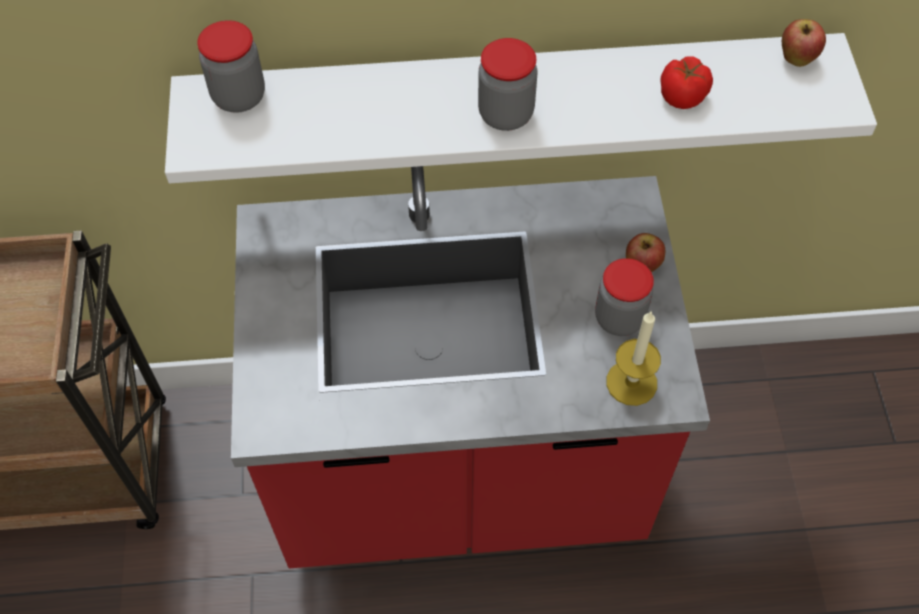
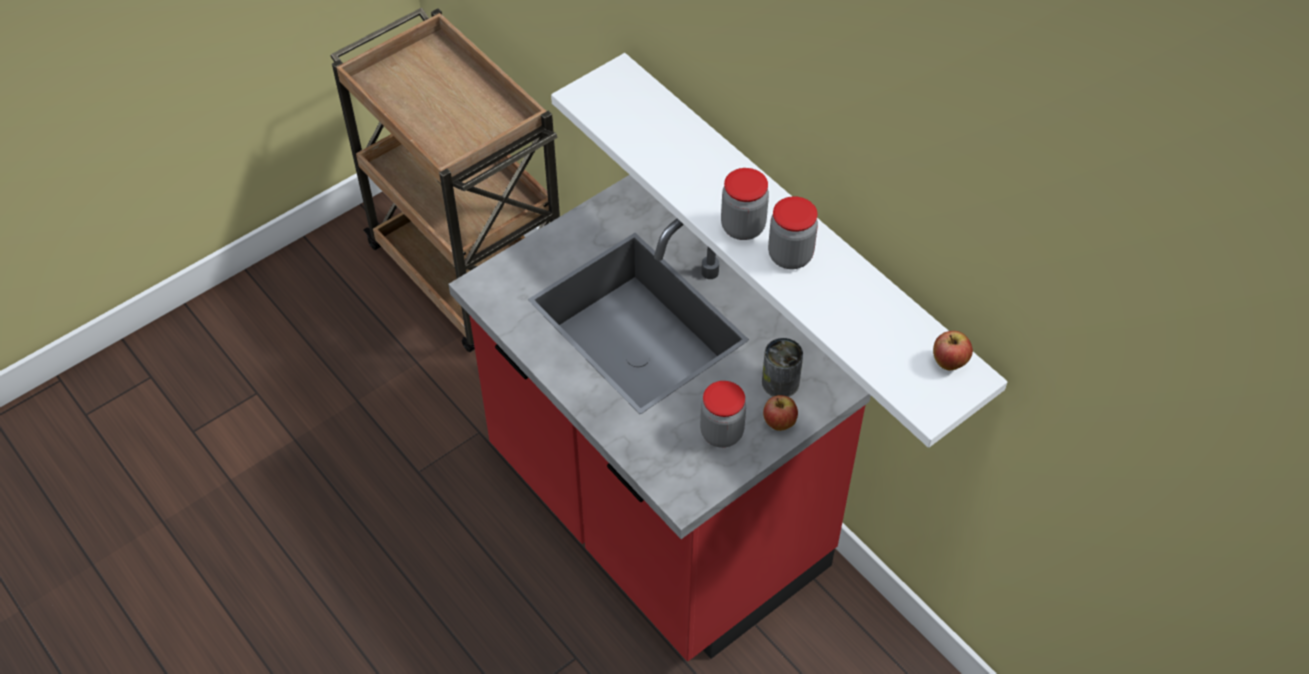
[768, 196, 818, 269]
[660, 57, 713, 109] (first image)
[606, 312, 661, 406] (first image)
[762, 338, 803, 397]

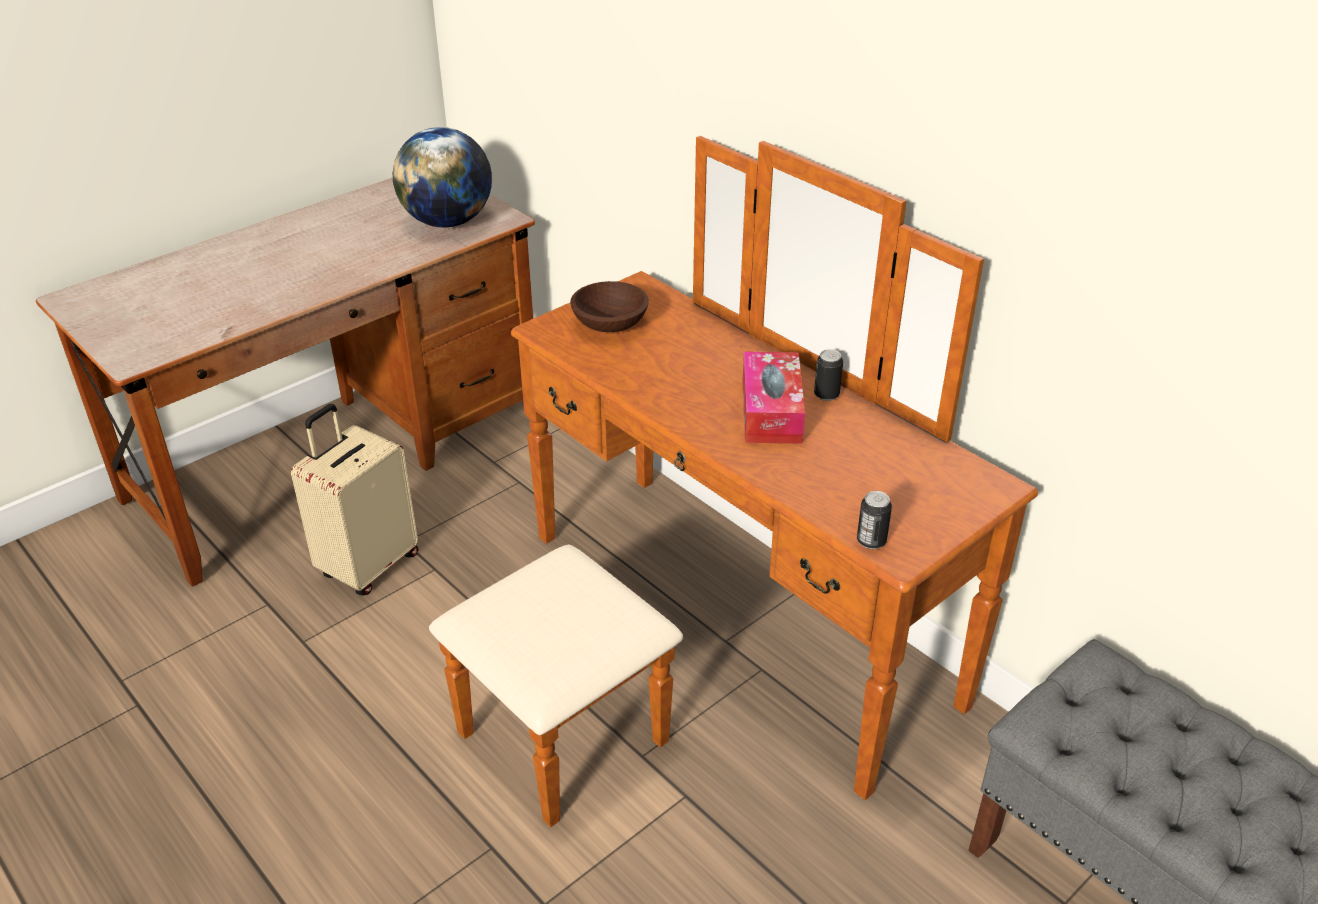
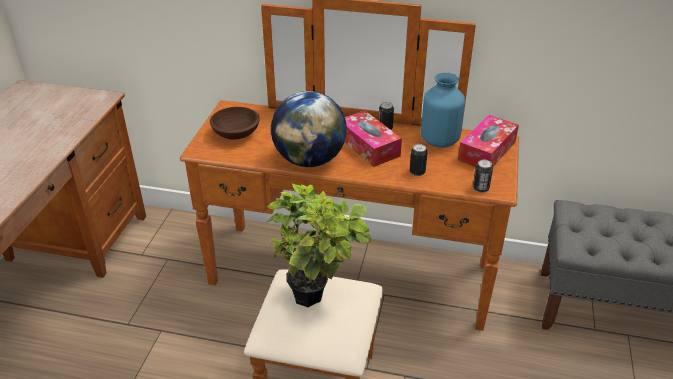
[271, 91, 347, 167]
[291, 404, 418, 596] (first image)
[421, 72, 465, 148]
[458, 115, 519, 167]
[410, 144, 428, 176]
[265, 184, 371, 307]

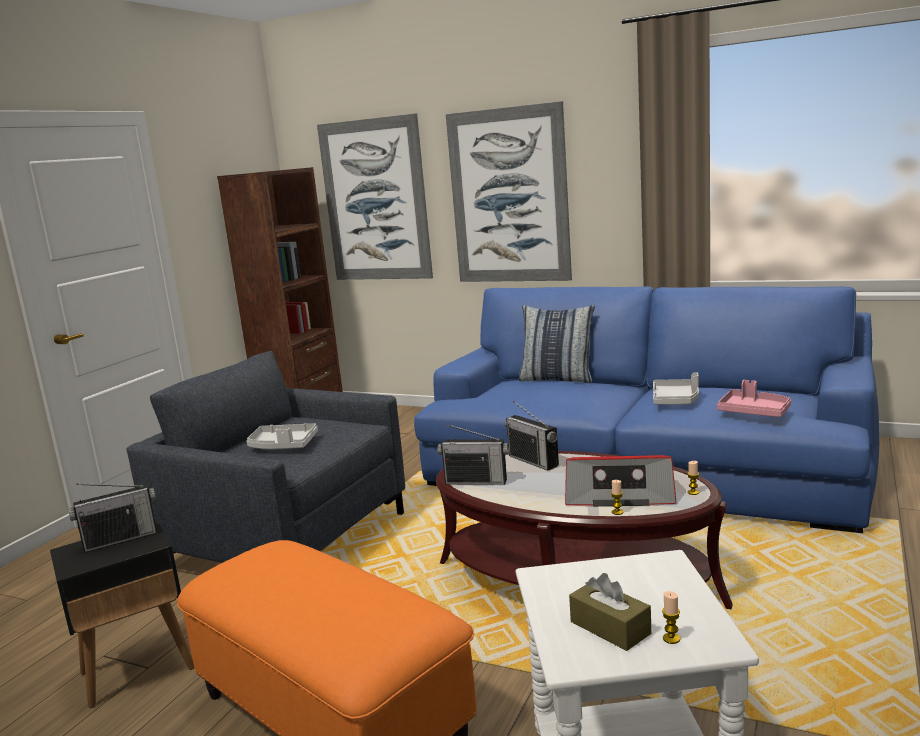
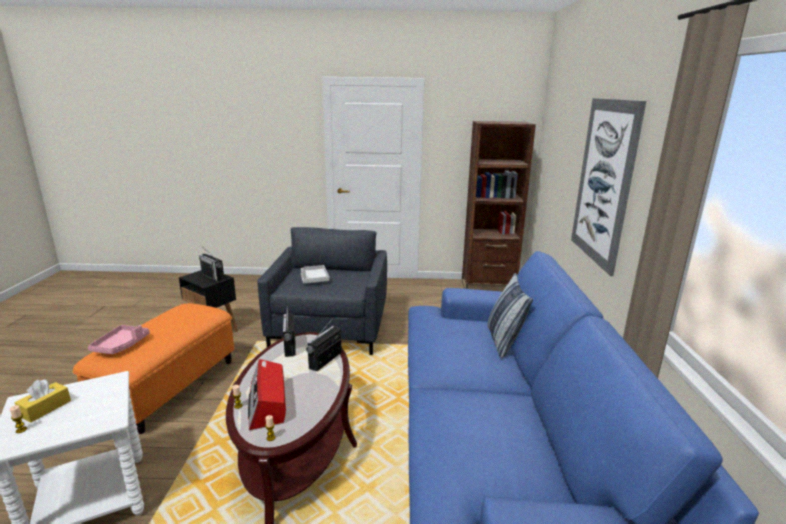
[317, 113, 433, 280] (first image)
[653, 372, 699, 405] (first image)
[88, 325, 150, 354]
[15, 379, 71, 423]

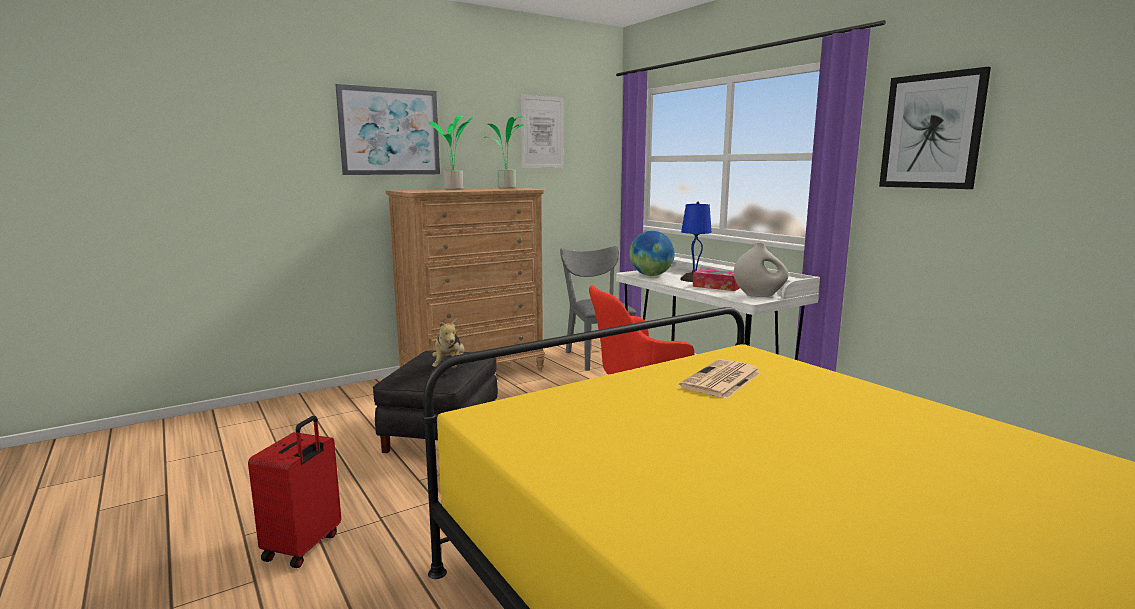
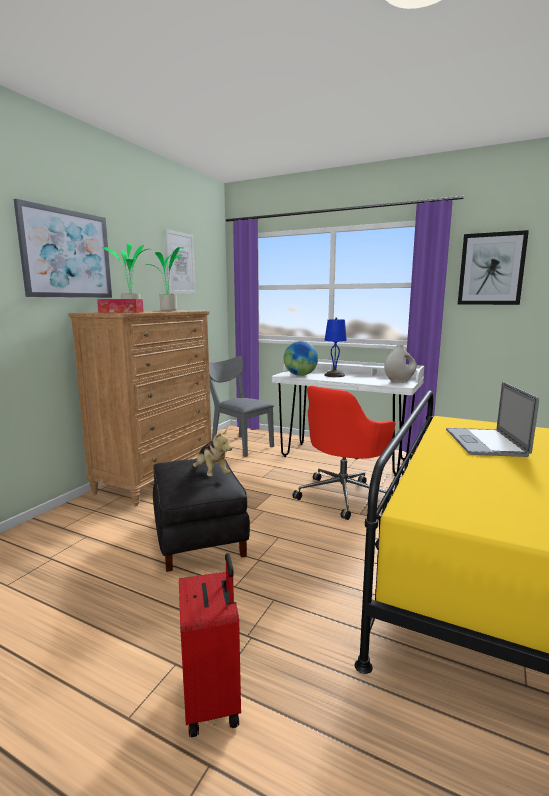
[97, 299, 144, 313]
[446, 382, 539, 457]

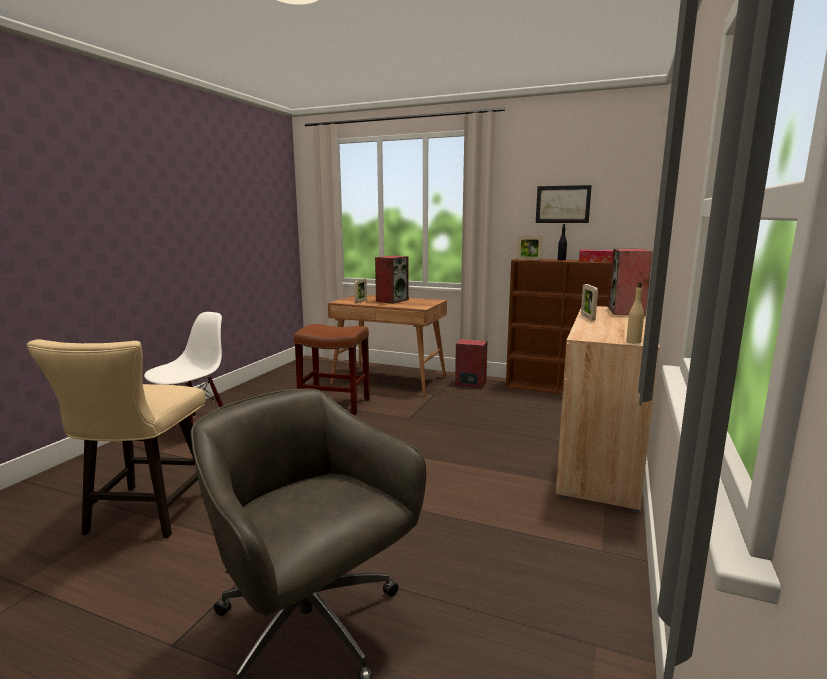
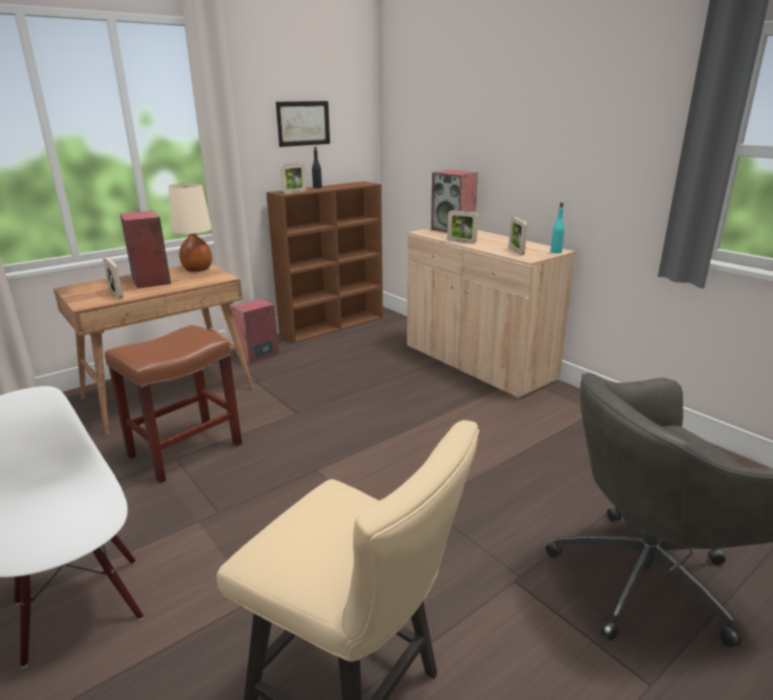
[579, 250, 613, 262] (first image)
[550, 202, 565, 254]
[168, 183, 212, 272]
[509, 217, 527, 255]

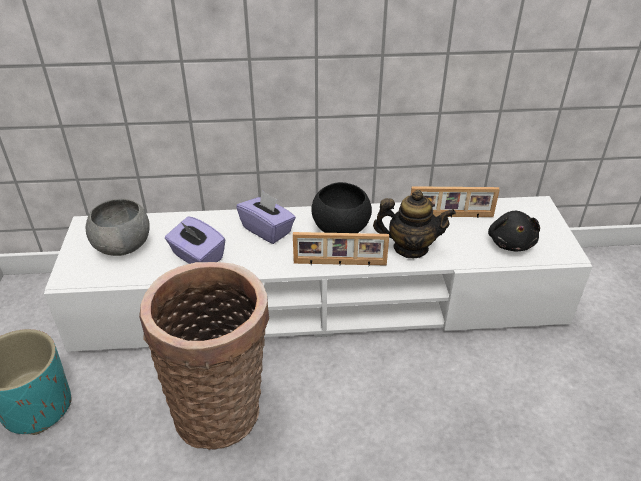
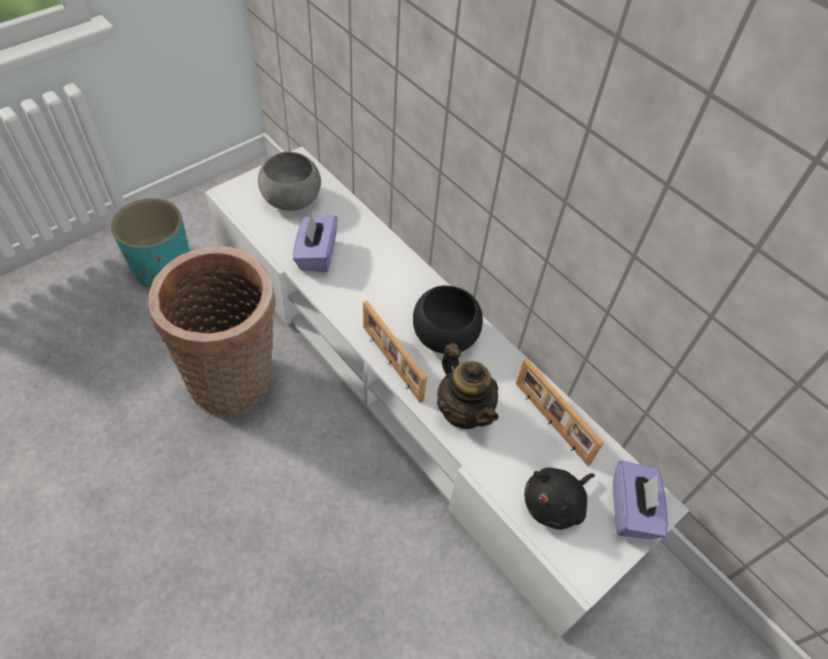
[613, 460, 668, 539]

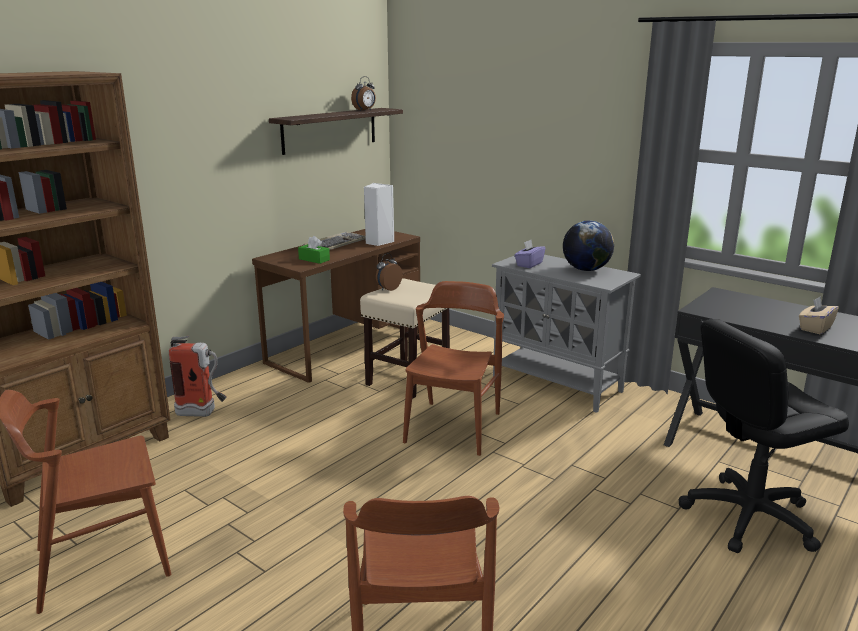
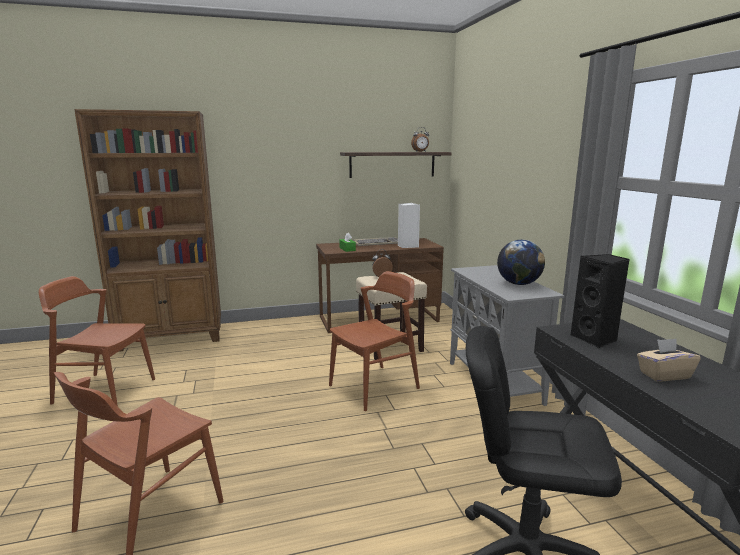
[514, 240, 546, 268] (first image)
[169, 336, 227, 417] (first image)
[570, 254, 630, 348]

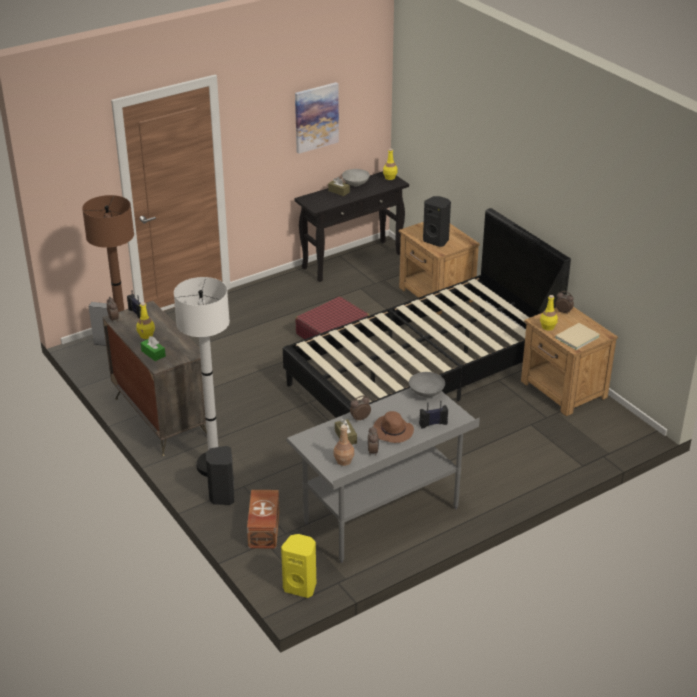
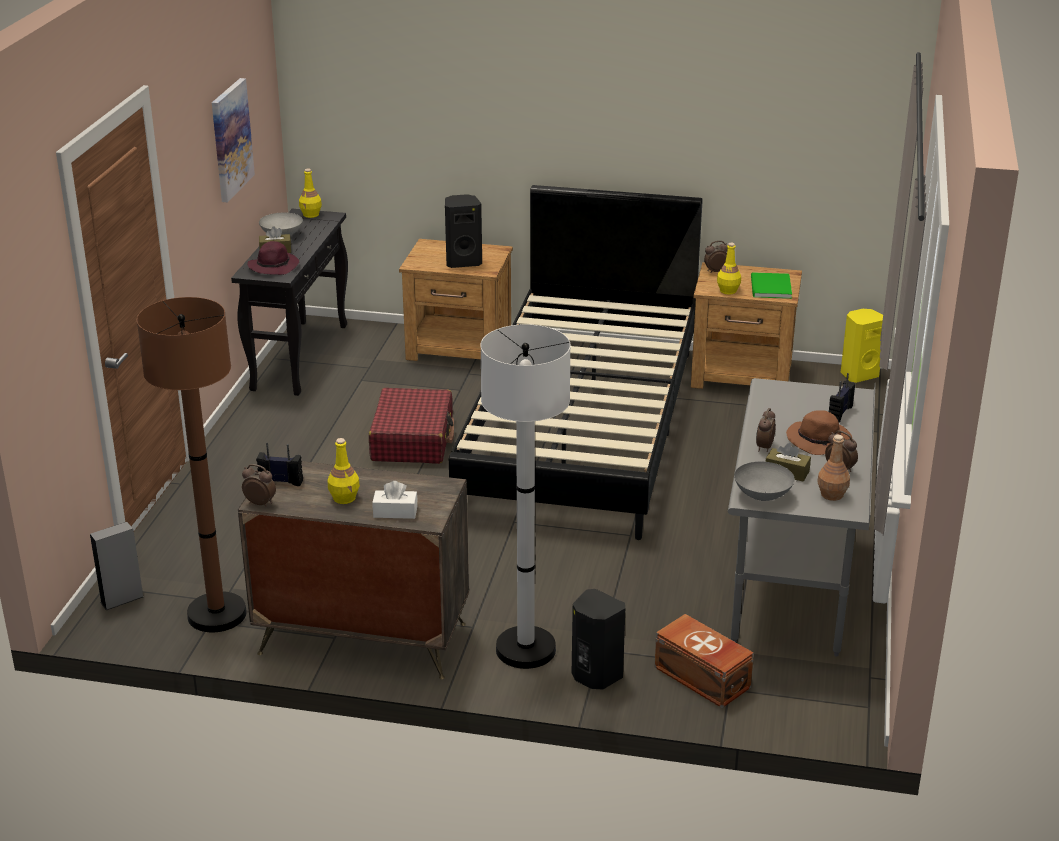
[751, 272, 792, 299]
[372, 481, 418, 519]
[734, 462, 795, 501]
[841, 309, 883, 383]
[247, 241, 299, 275]

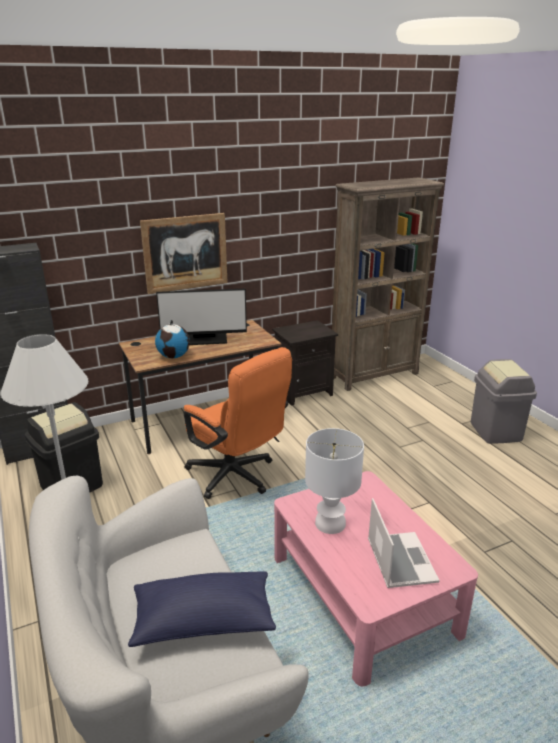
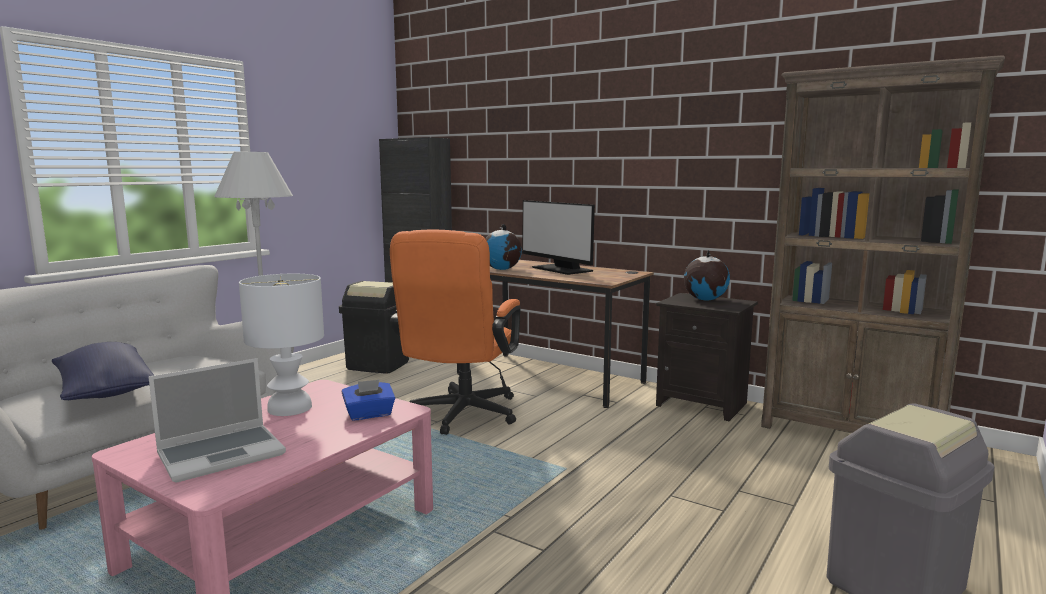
[140, 213, 228, 294] (first image)
[684, 250, 730, 301]
[342, 380, 395, 421]

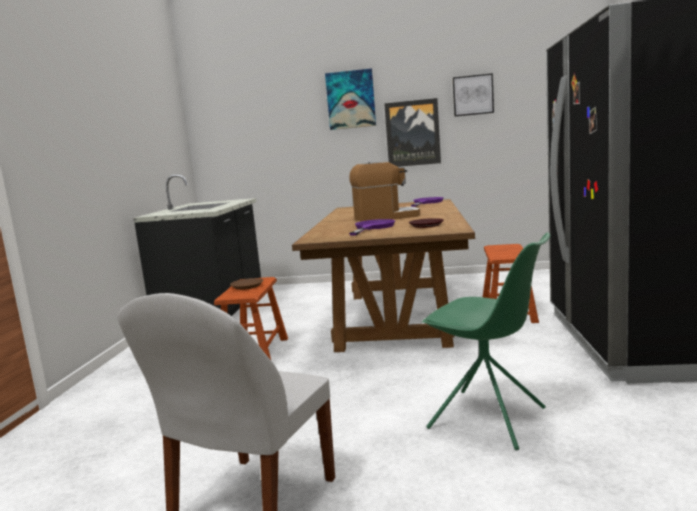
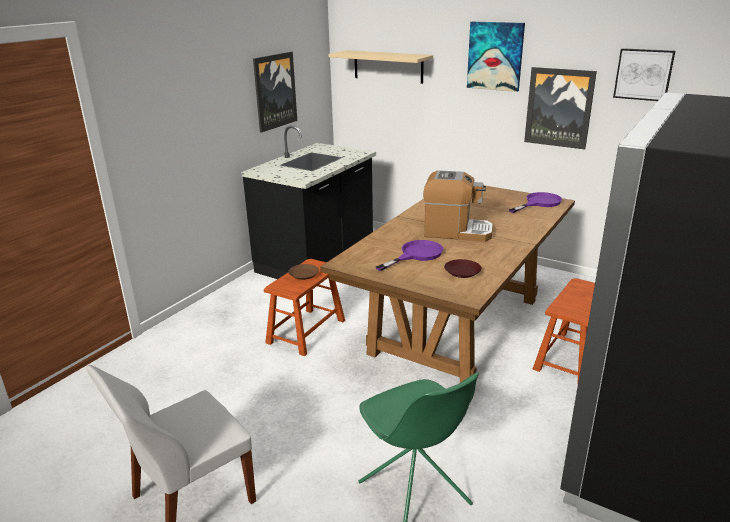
[329, 50, 433, 84]
[253, 52, 297, 132]

